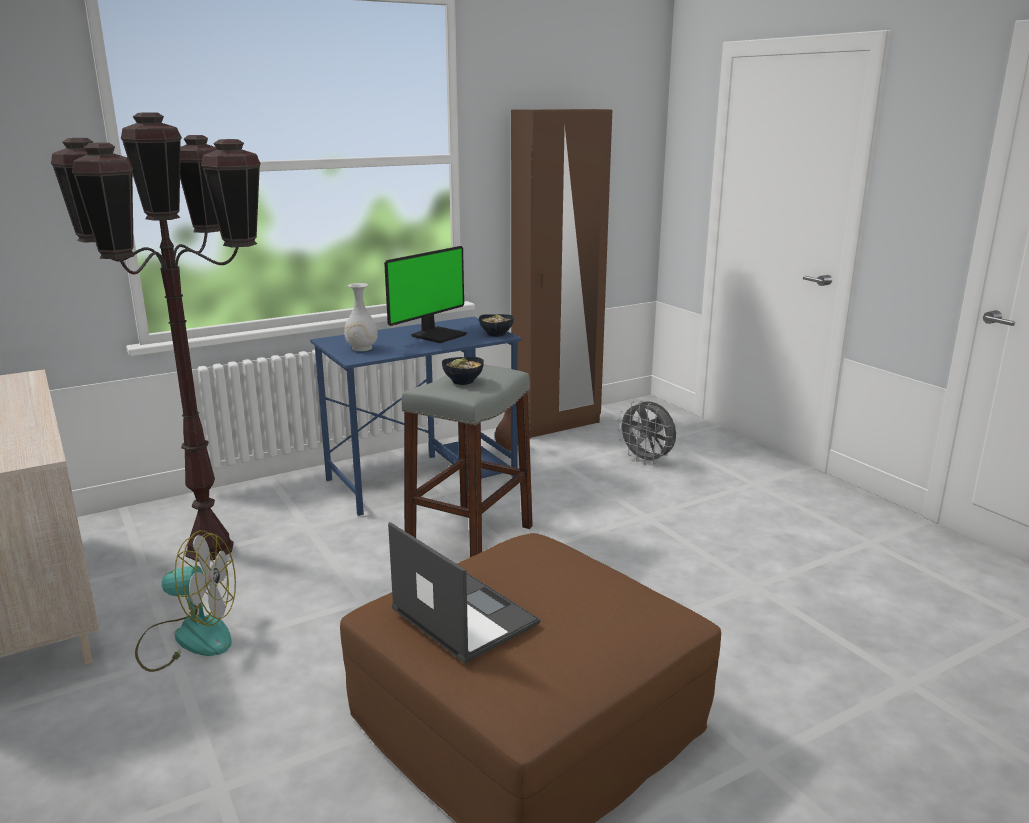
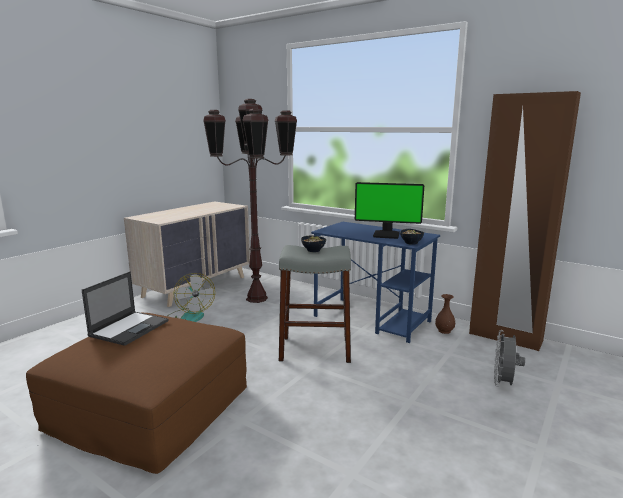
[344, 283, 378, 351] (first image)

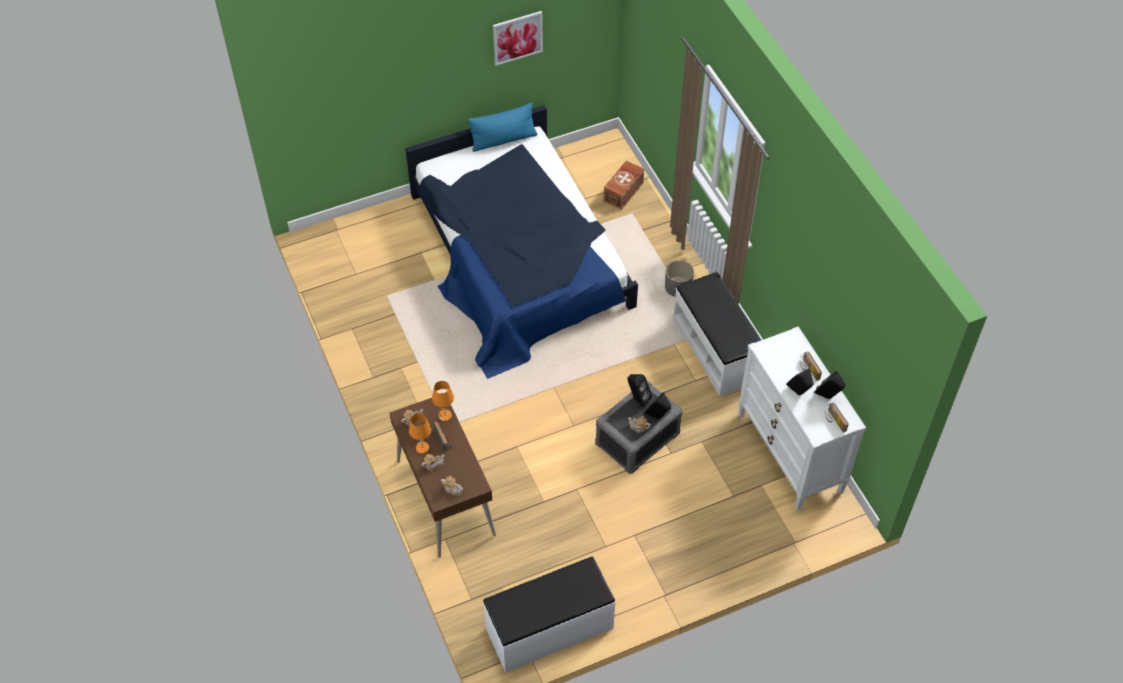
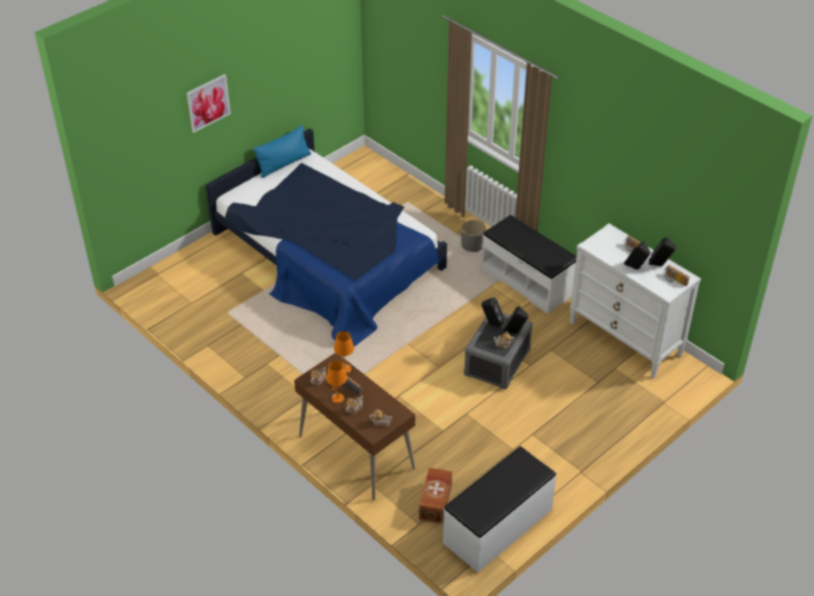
[186, 74, 231, 133]
[419, 468, 452, 524]

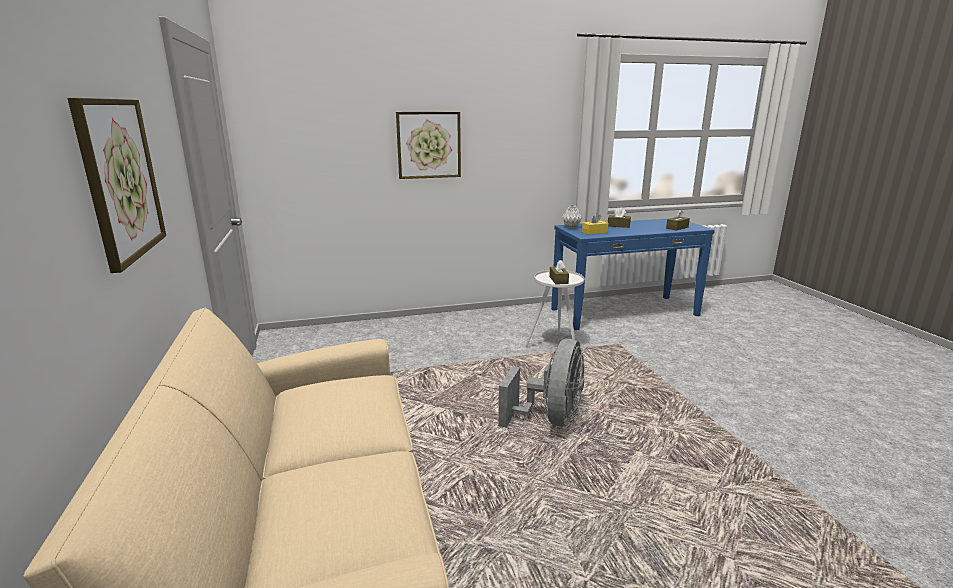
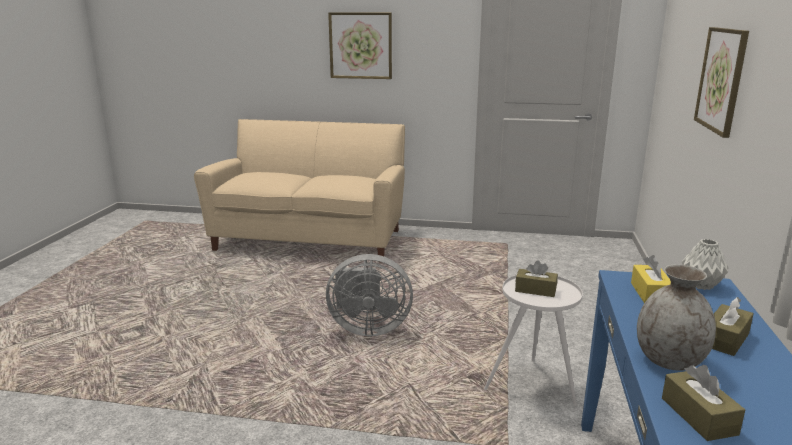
[326, 254, 413, 336]
[637, 264, 716, 371]

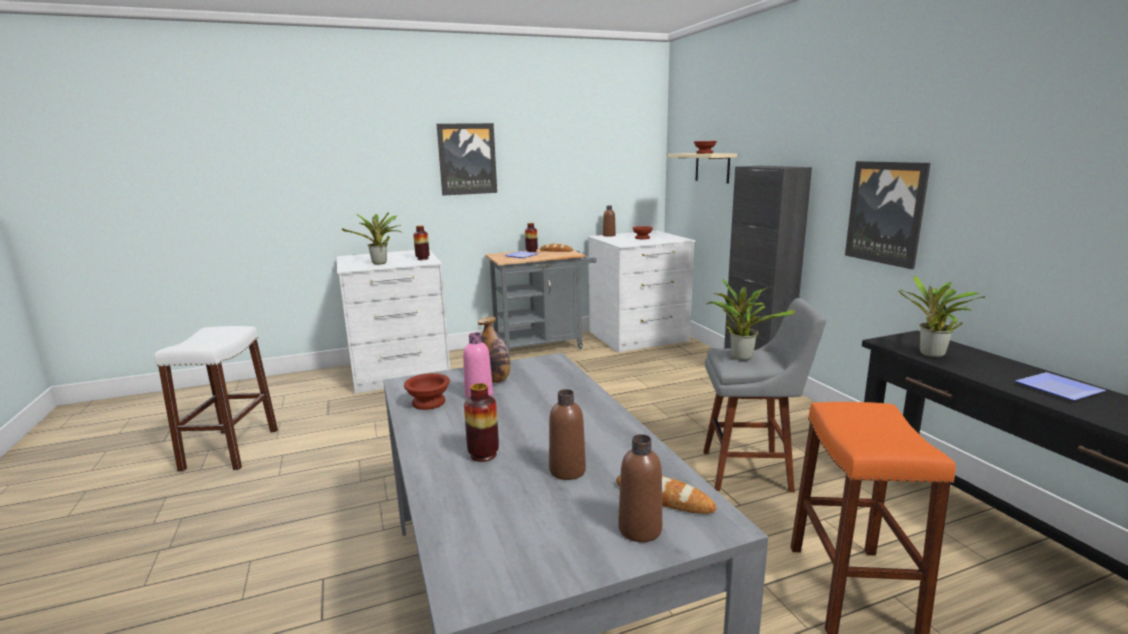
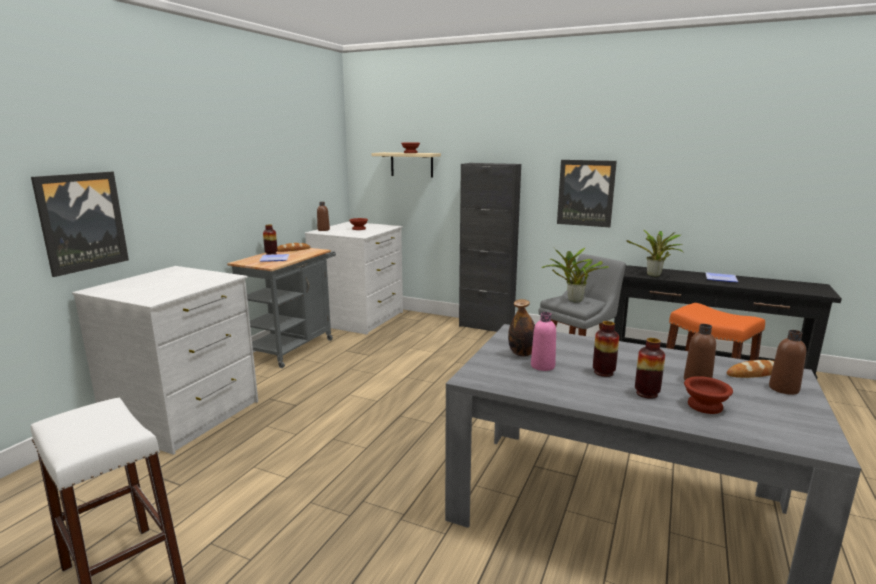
[31, 172, 129, 277]
[342, 212, 402, 265] (first image)
[593, 321, 619, 377]
[684, 376, 733, 414]

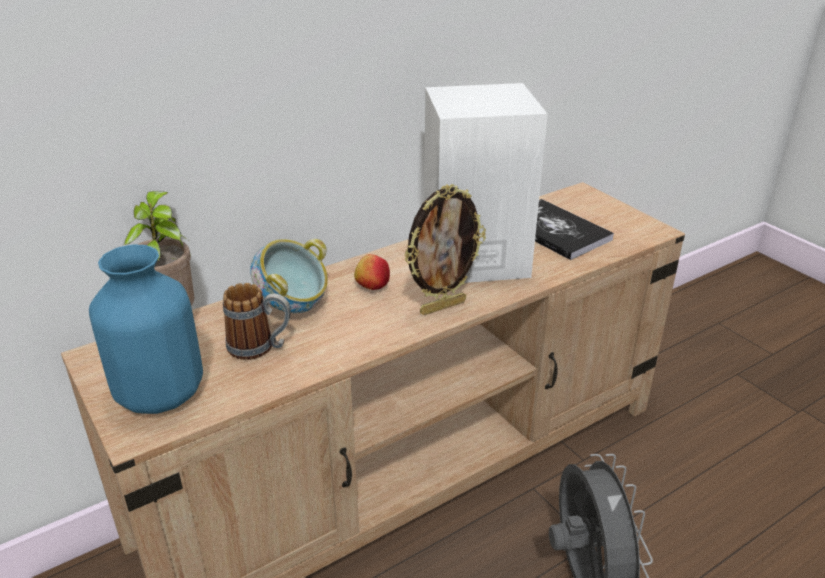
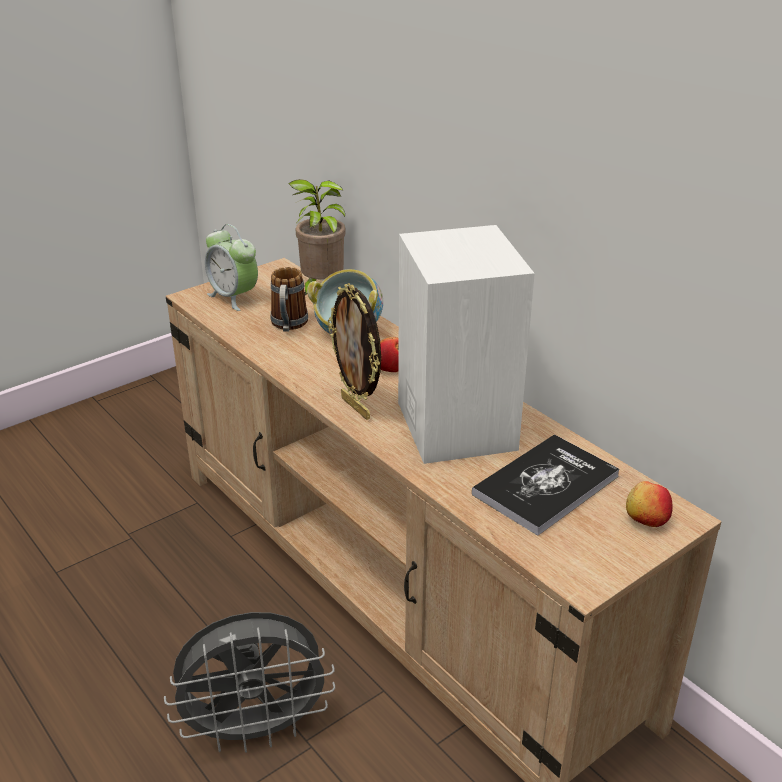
[205, 224, 258, 311]
[626, 481, 673, 527]

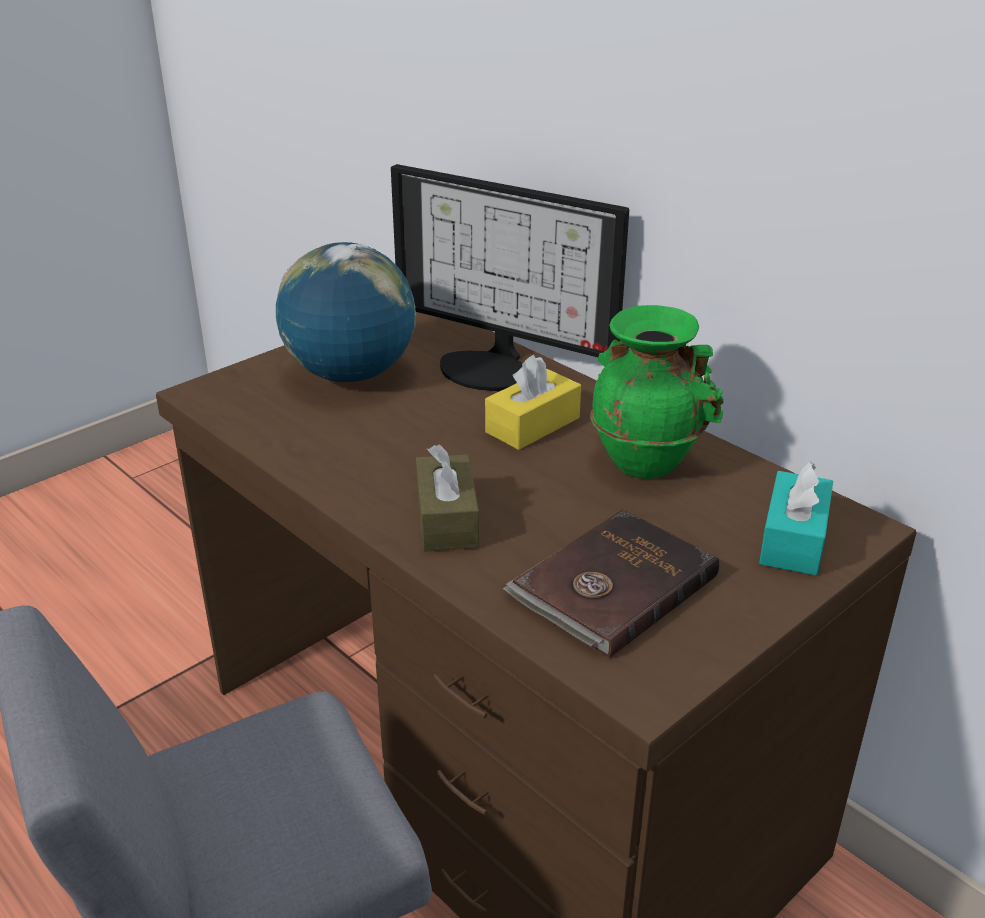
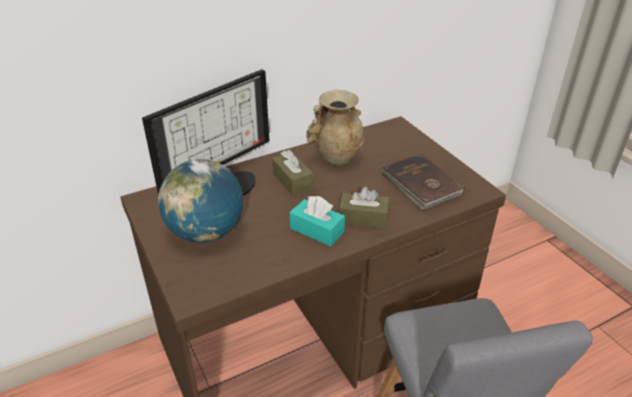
[306, 90, 364, 166]
[272, 150, 313, 196]
[290, 196, 345, 246]

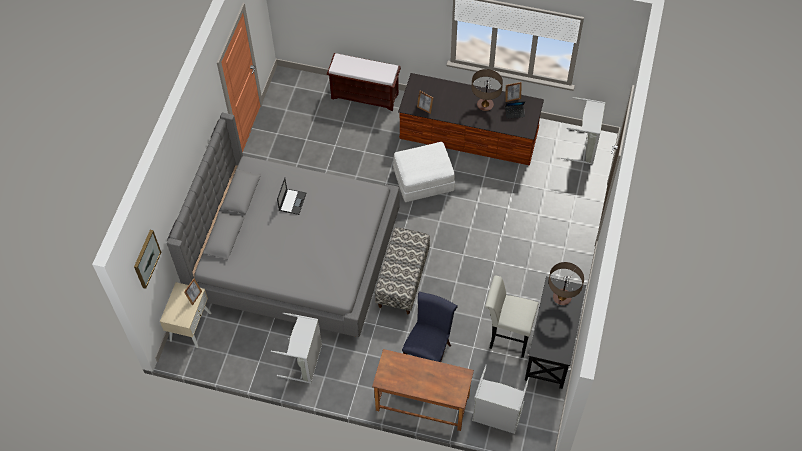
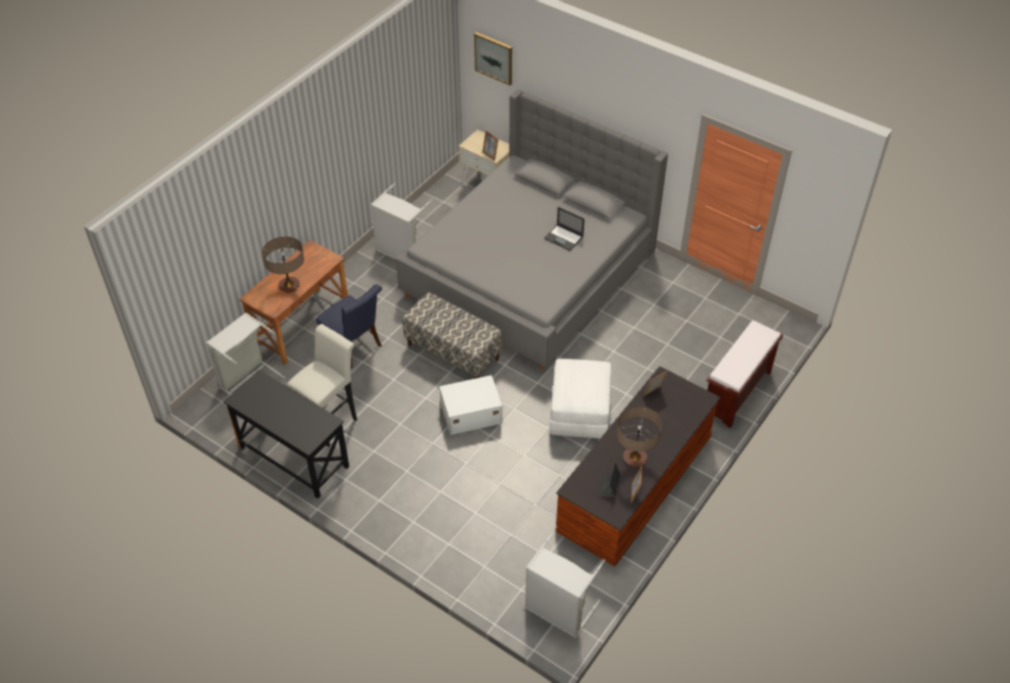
[262, 237, 304, 293]
[439, 375, 503, 435]

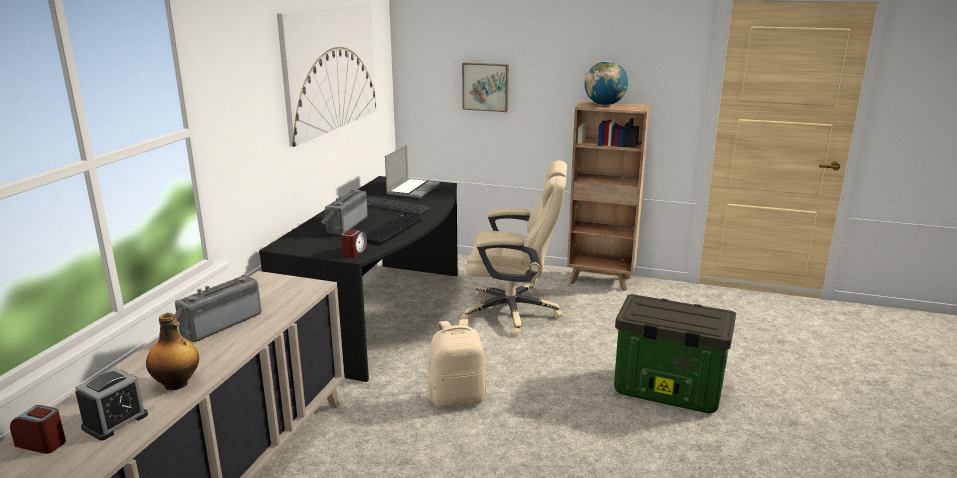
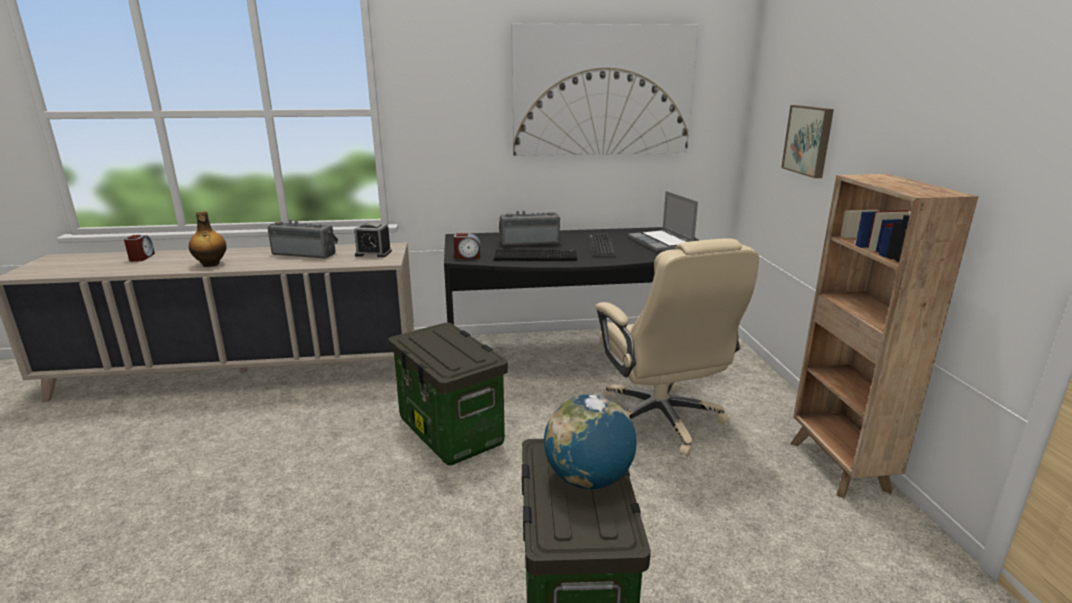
[544, 394, 637, 489]
[628, 191, 698, 252]
[389, 323, 508, 465]
[354, 222, 392, 257]

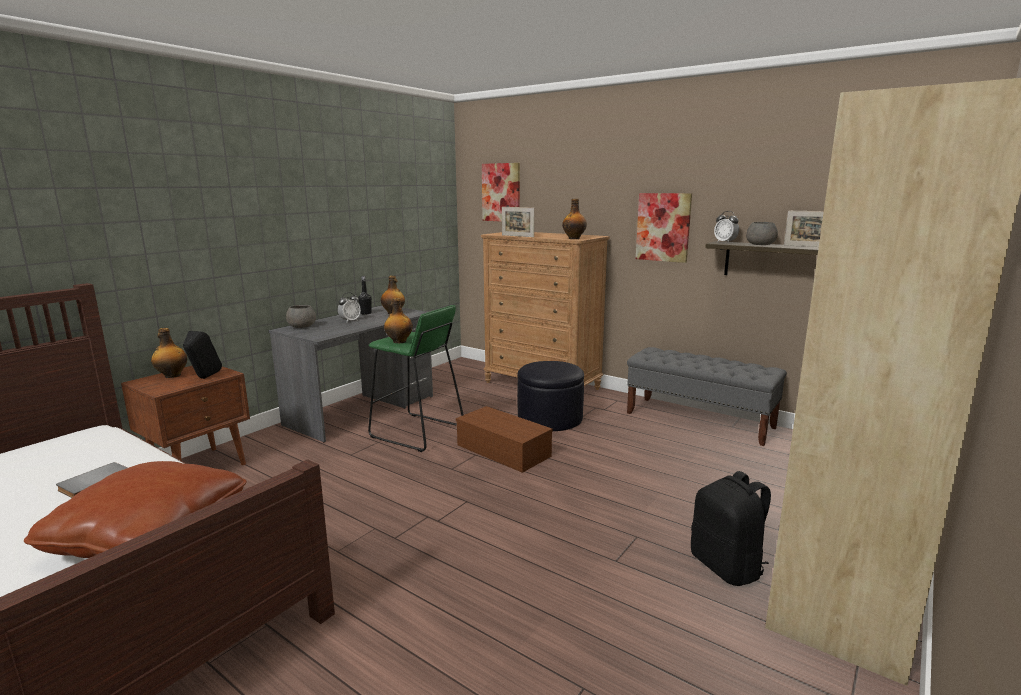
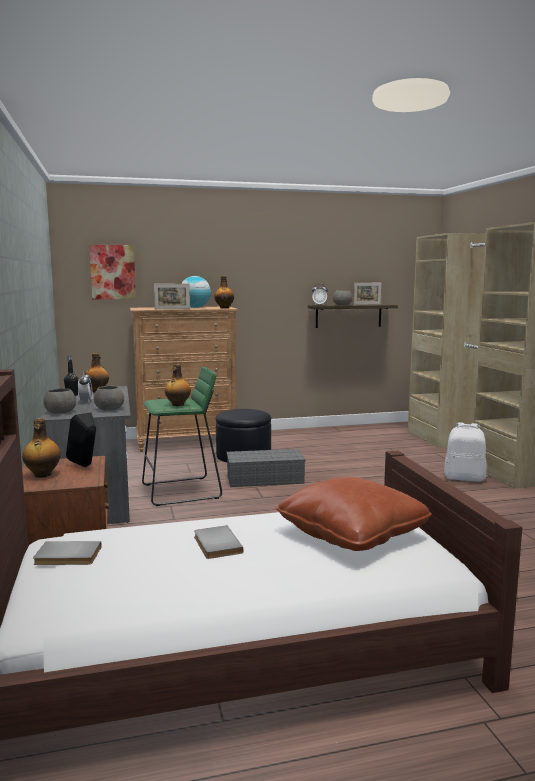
[636, 193, 692, 263] (first image)
[627, 347, 787, 446] (first image)
[227, 449, 306, 487]
[444, 422, 486, 482]
[181, 276, 211, 308]
[94, 386, 124, 411]
[33, 541, 102, 565]

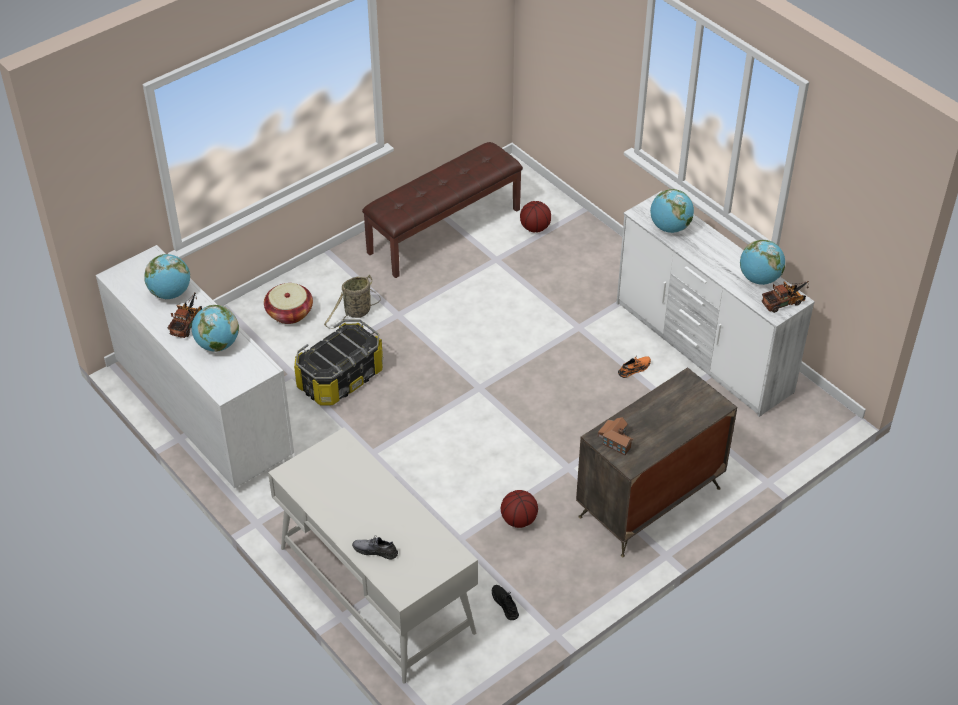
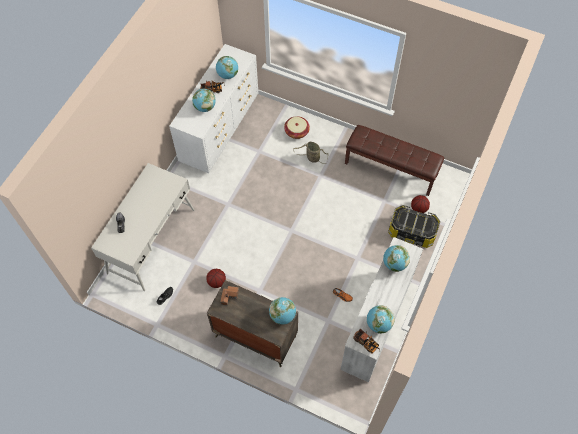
[388, 205, 440, 248]
[269, 297, 296, 325]

